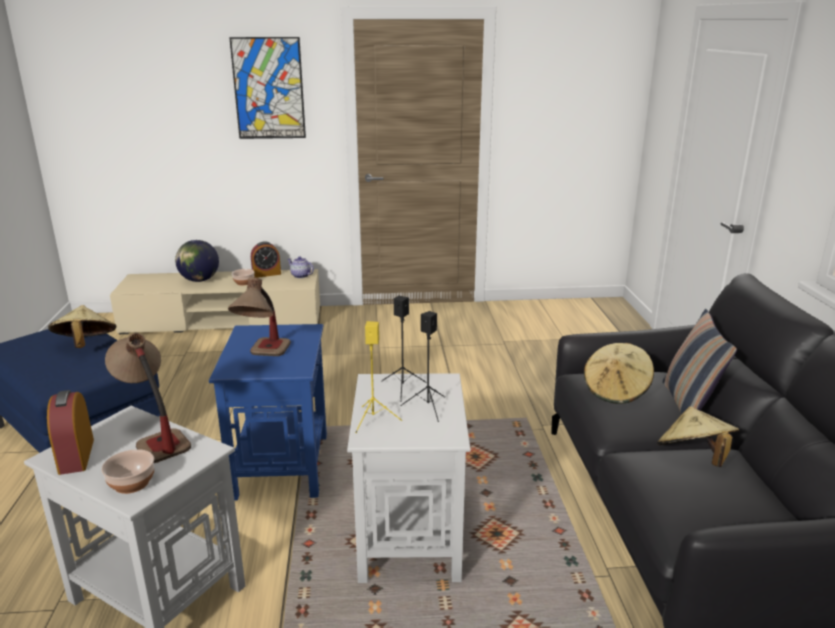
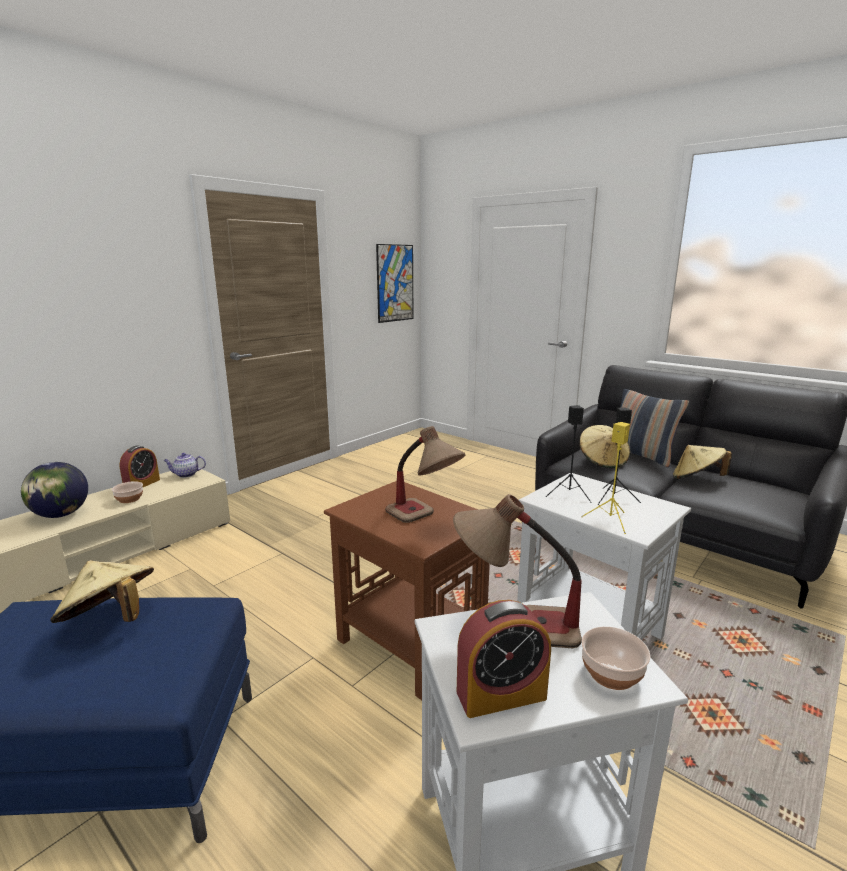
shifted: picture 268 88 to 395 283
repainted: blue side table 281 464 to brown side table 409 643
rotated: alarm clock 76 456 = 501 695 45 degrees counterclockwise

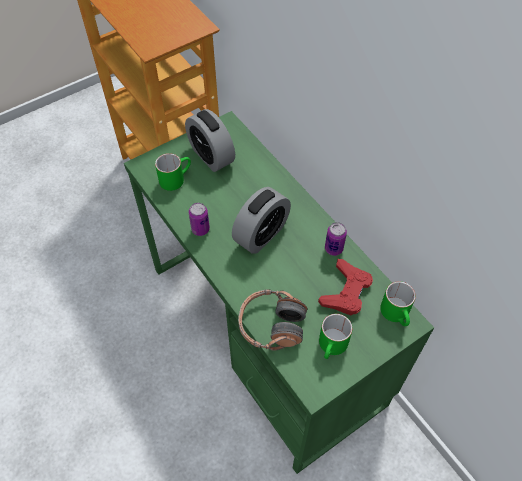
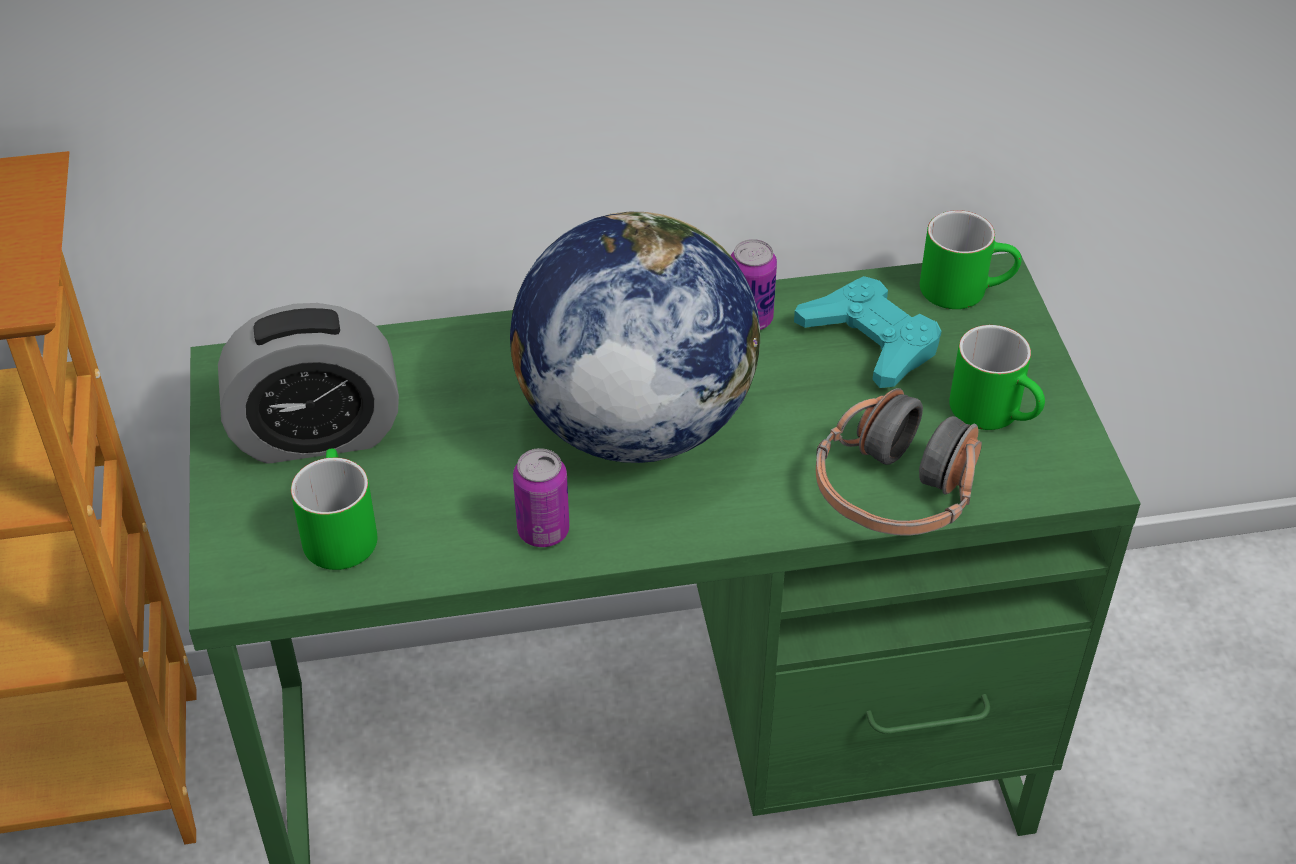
swapped: alarm clock 261 234 to globe 633 423
repainted: red game controller 346 291 to turquoise game controller 870 341

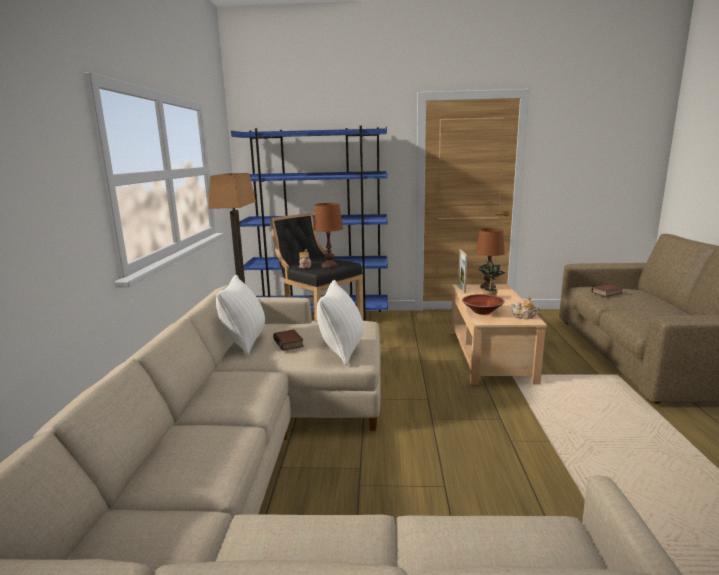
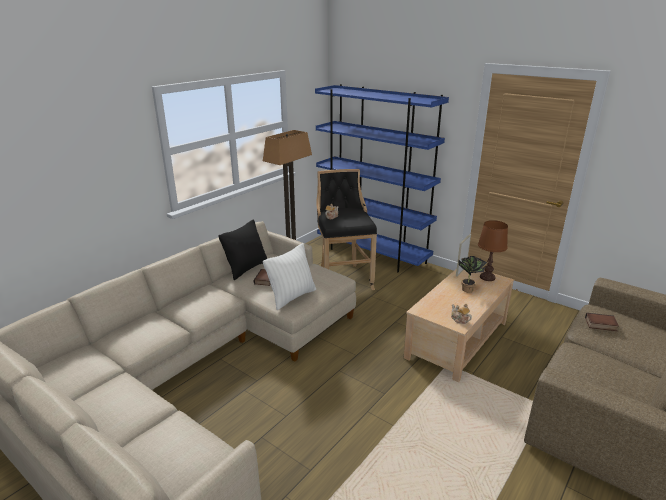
gone: brown table lamp 329 266; brown bowl 482 312
repainted: white pillow 245 342 to black pillow 246 268

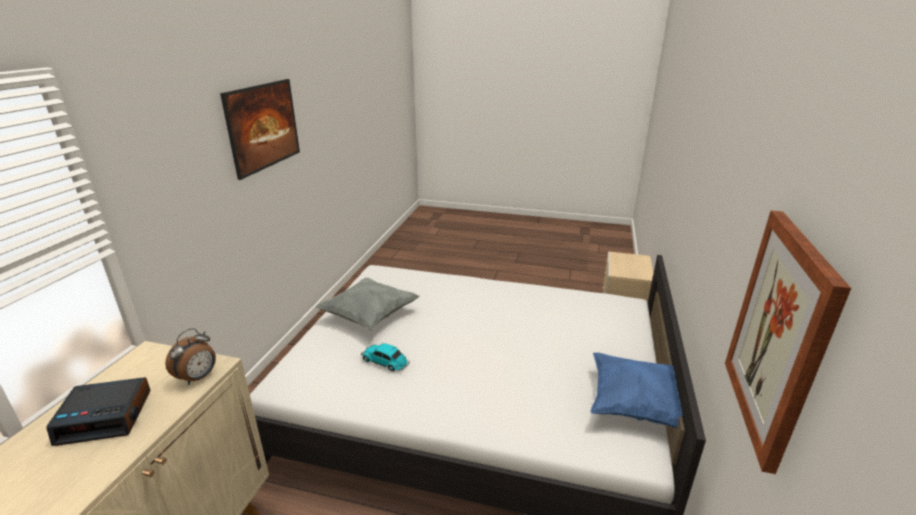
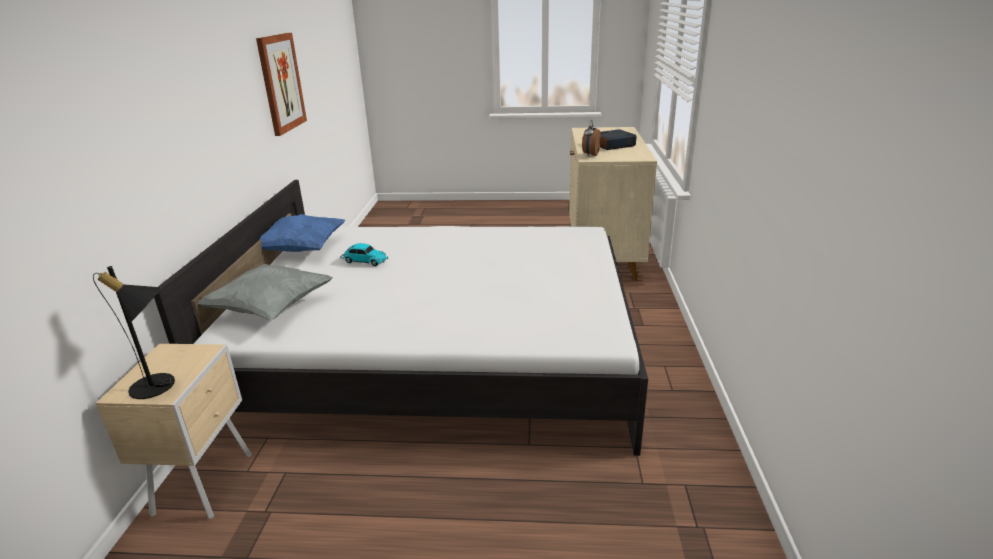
gone: picture 267 145
new: black table lamp 159 387
shifted: grey pillow 369 316 to 271 309; toy car 385 362 to 364 261

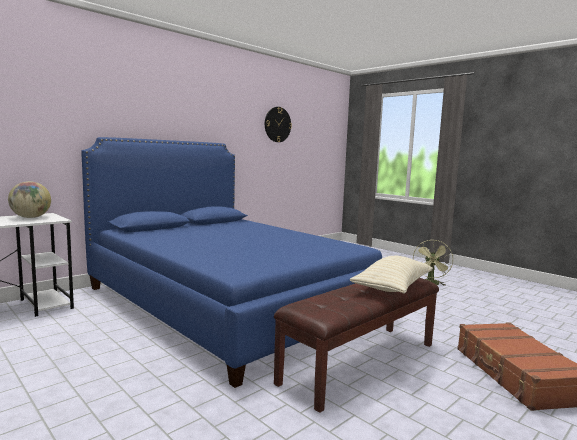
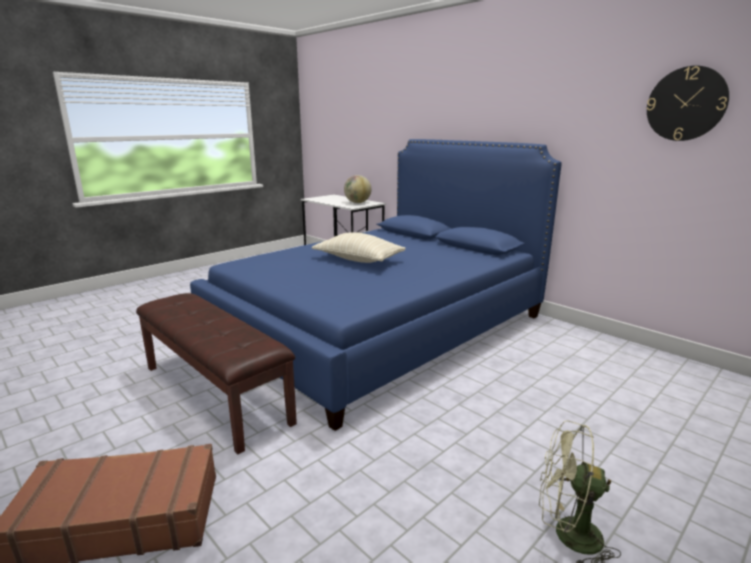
shifted: beige pillow 392 288 to 358 260

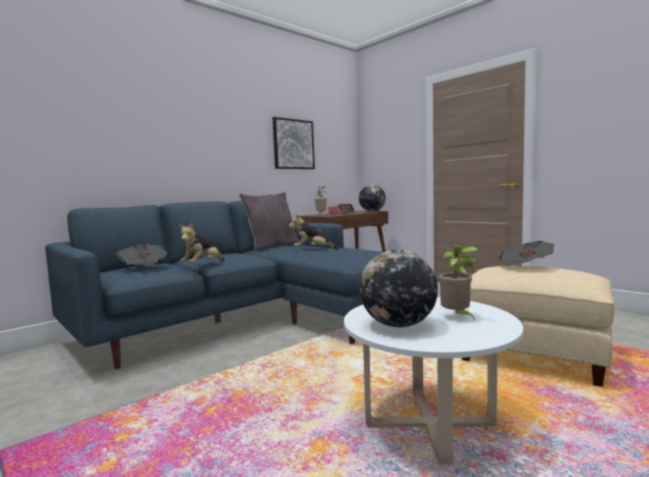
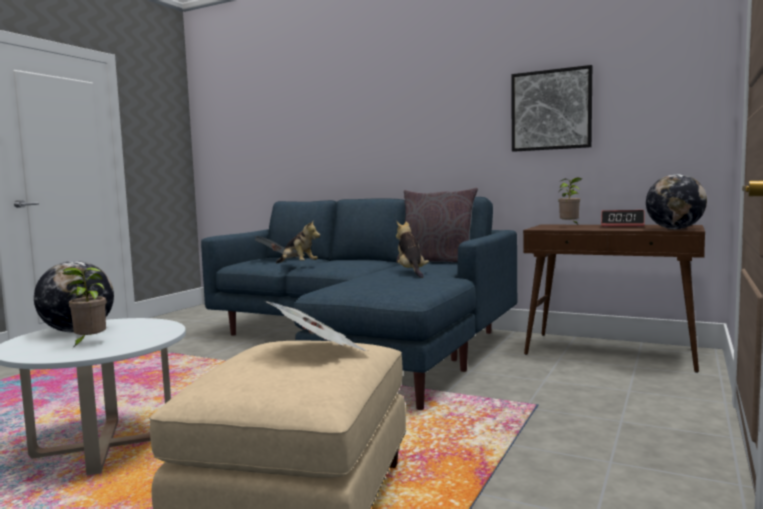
rotated: plush toy 202 265 = 297 265 150 degrees counterclockwise

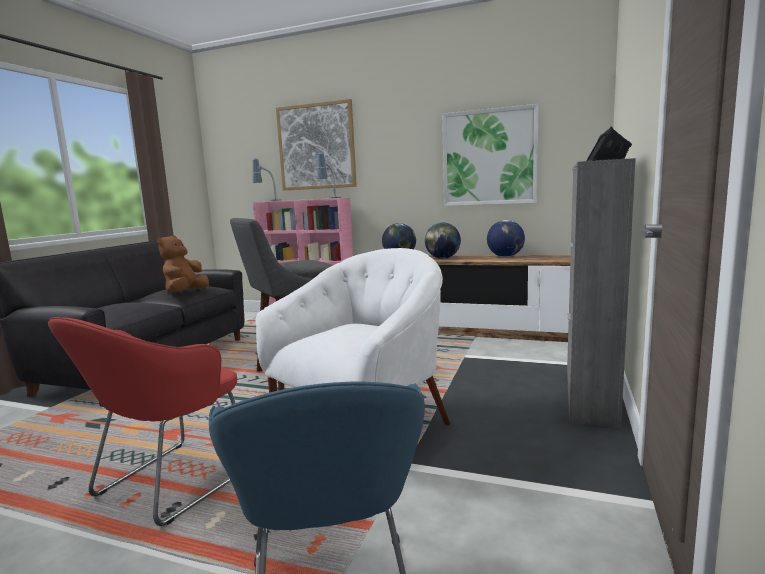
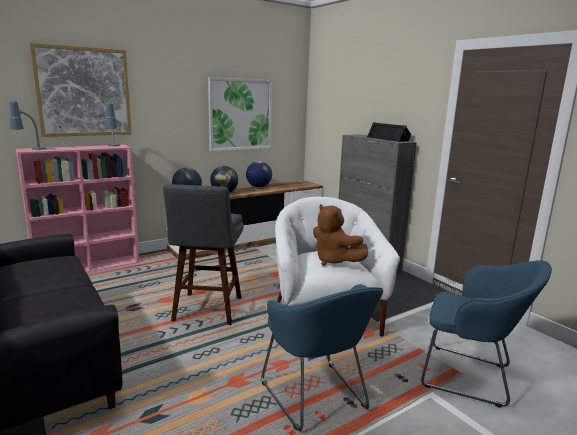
shifted: brown plush toy 185 293 to 334 261
repainted: red armchair 168 485 to blue armchair 316 398

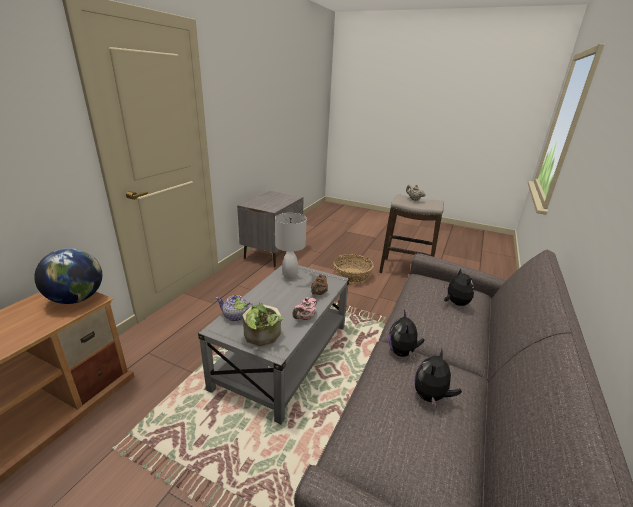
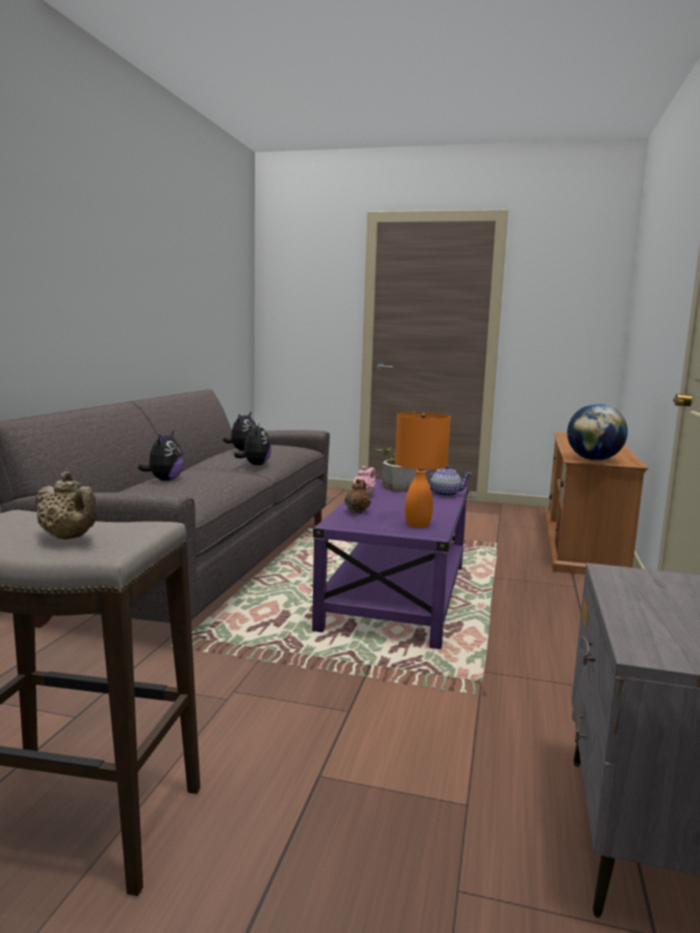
gone: basket 352 275
repainted: grey coffee table 283 355 to purple coffee table 396 596; white table lamp 290 276 to orange table lamp 418 524
rotated: plush toy 455 303 = 164 480 150 degrees counterclockwise

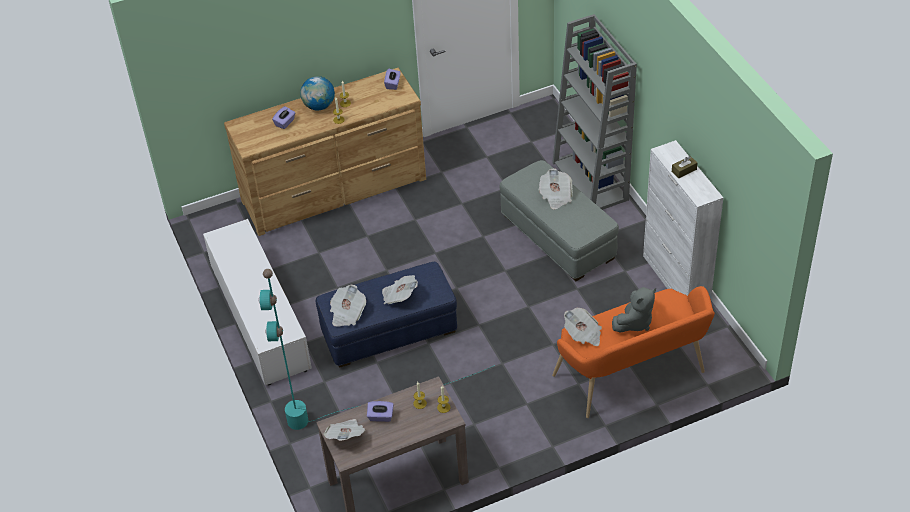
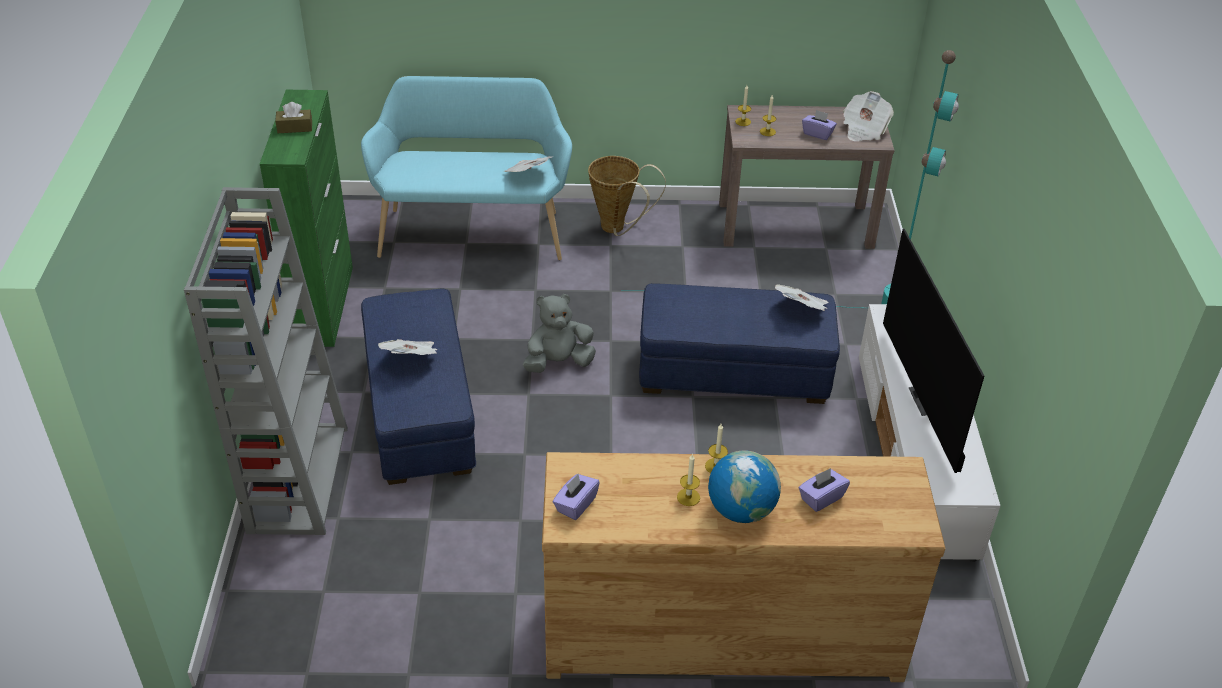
gone: newspaper 399 296
new: basket 617 229; television 928 400
shifted: grey plush toy 634 322 to 558 362
repainted: grey ottoman 558 237 to blue ottoman 419 412; orange bench 633 378 to turquoise bench 473 230; white cabinet 676 280 to green cabinet 324 305

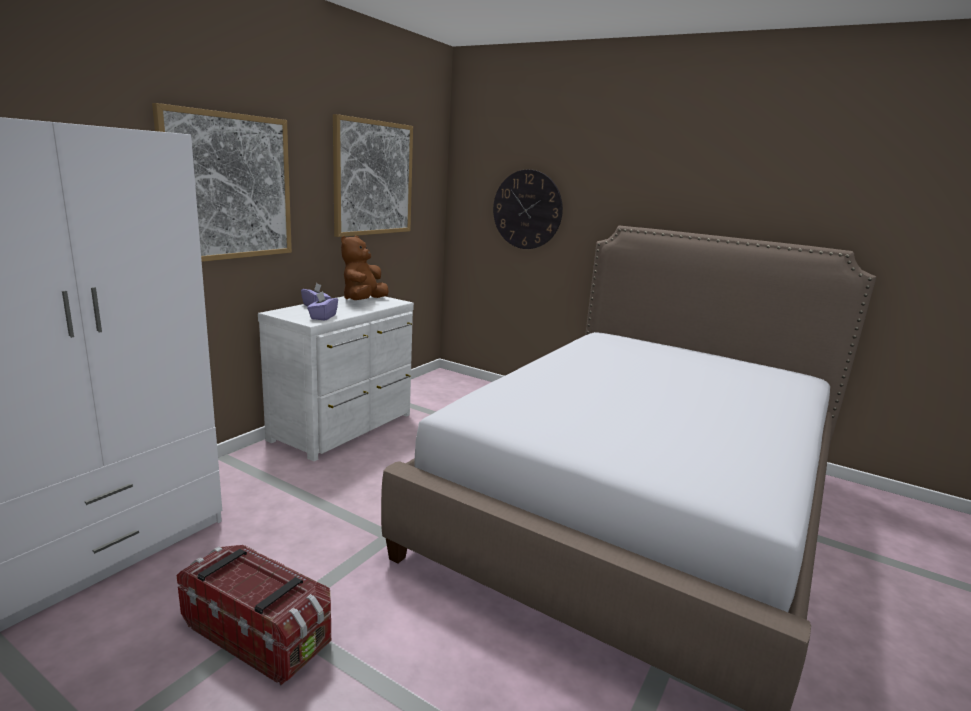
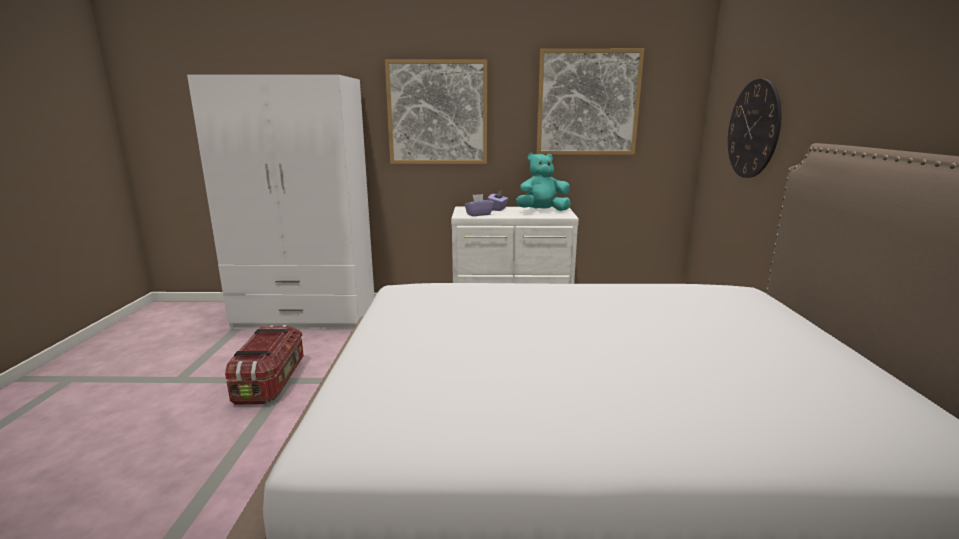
repainted: brown plush toy 363 301 to turquoise plush toy 542 211

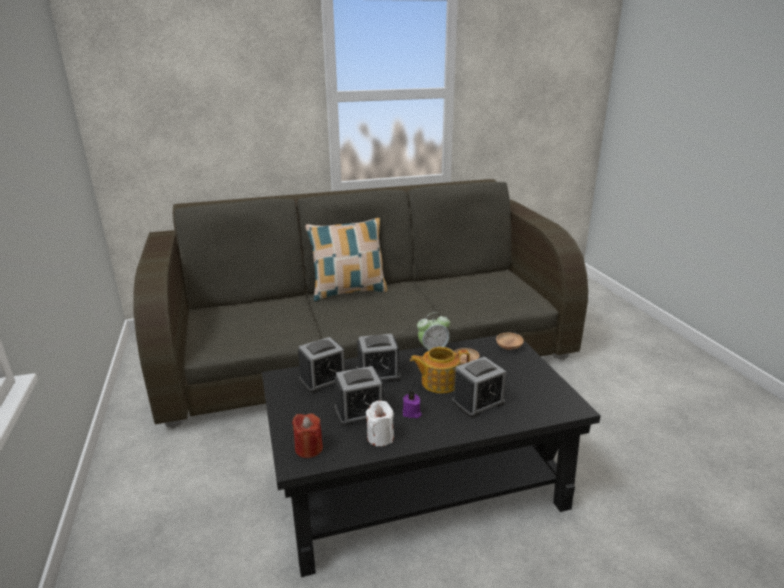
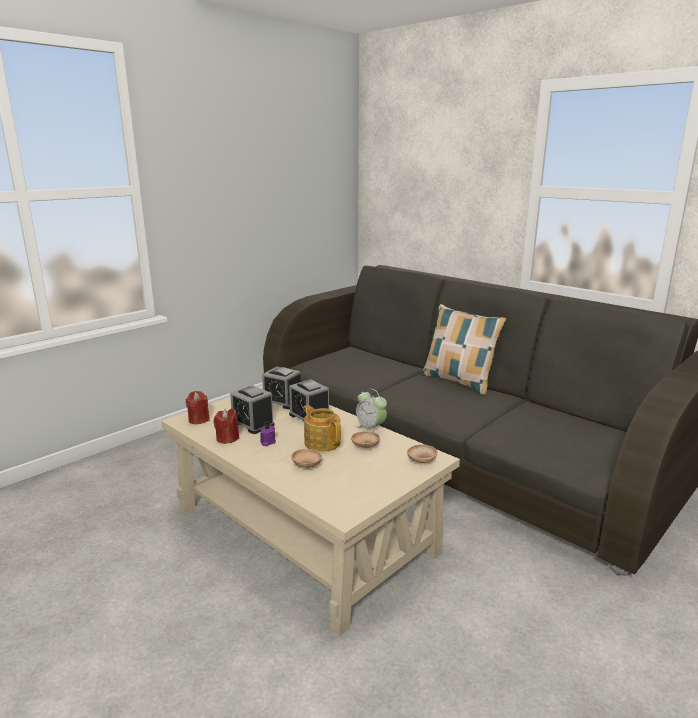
swapped: alarm clock 478 403 to brown bowl 306 465
repainted: black coffee table 419 482 to beige coffee table 305 530; white candle 380 437 to red candle 227 438

